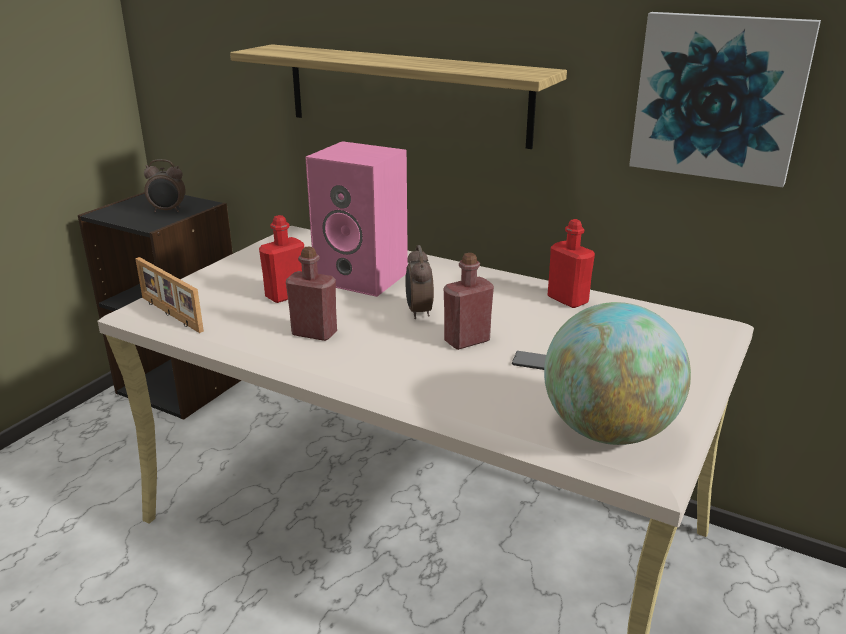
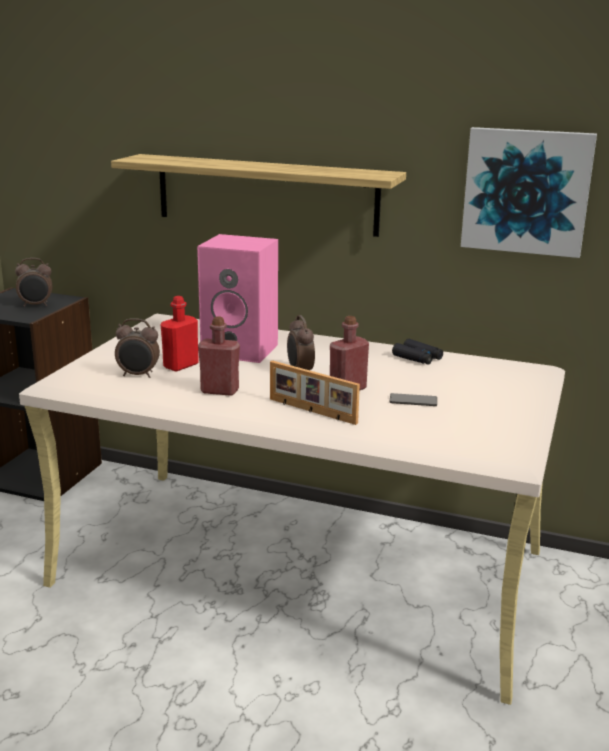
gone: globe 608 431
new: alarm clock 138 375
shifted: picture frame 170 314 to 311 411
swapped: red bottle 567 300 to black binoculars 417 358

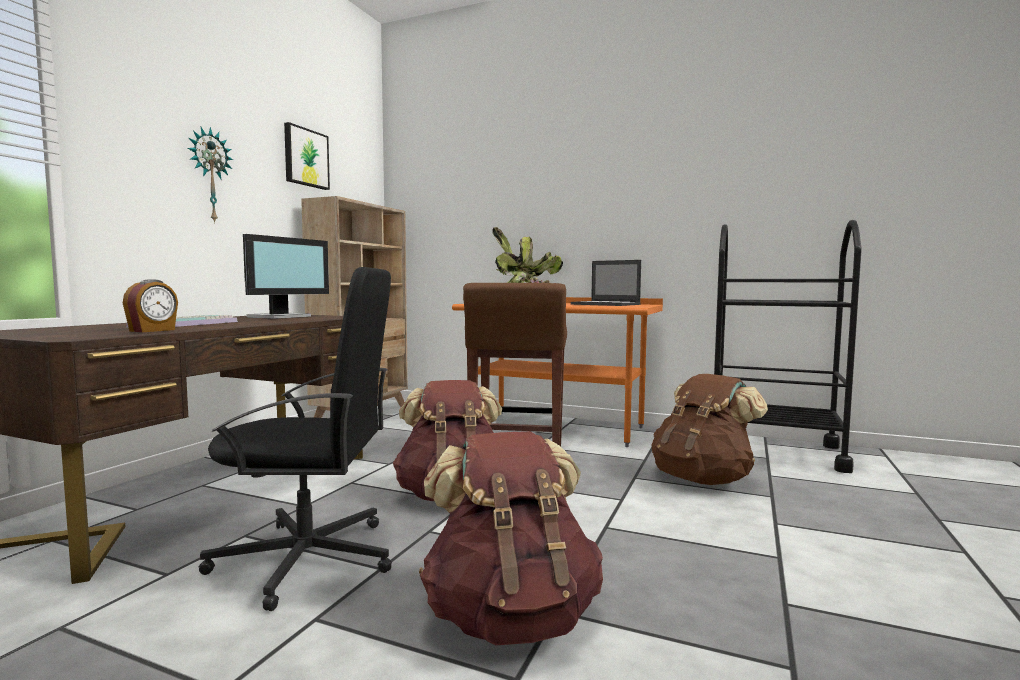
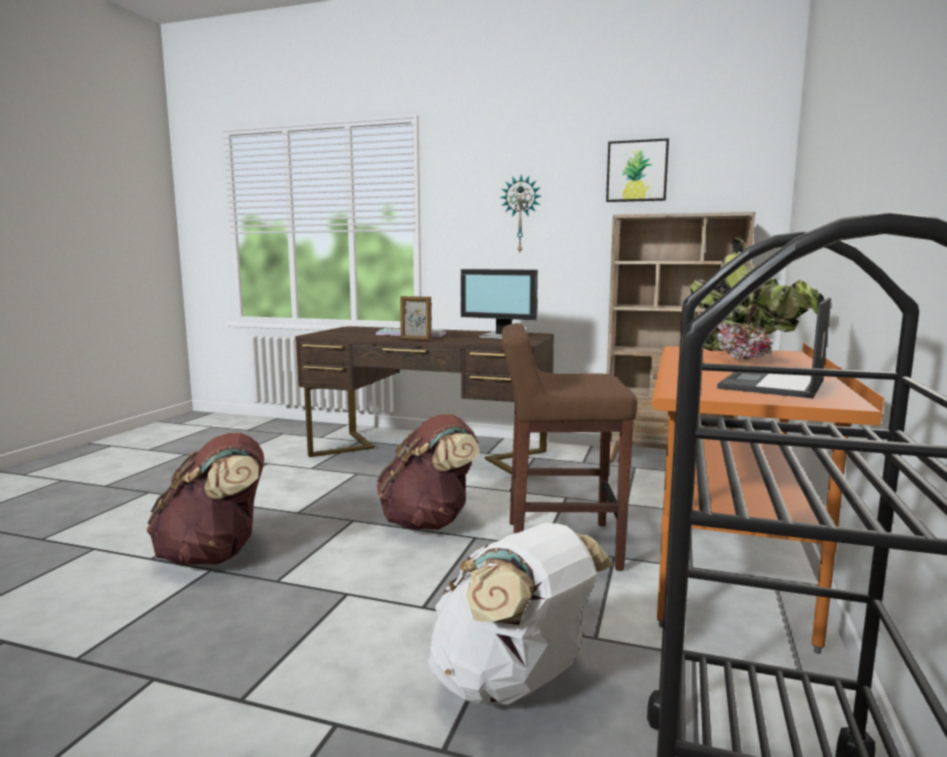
gone: alarm clock 153 330; black office chair 309 559
new: picture frame 415 340
repainted: brown backpack 702 479 to white backpack 512 684

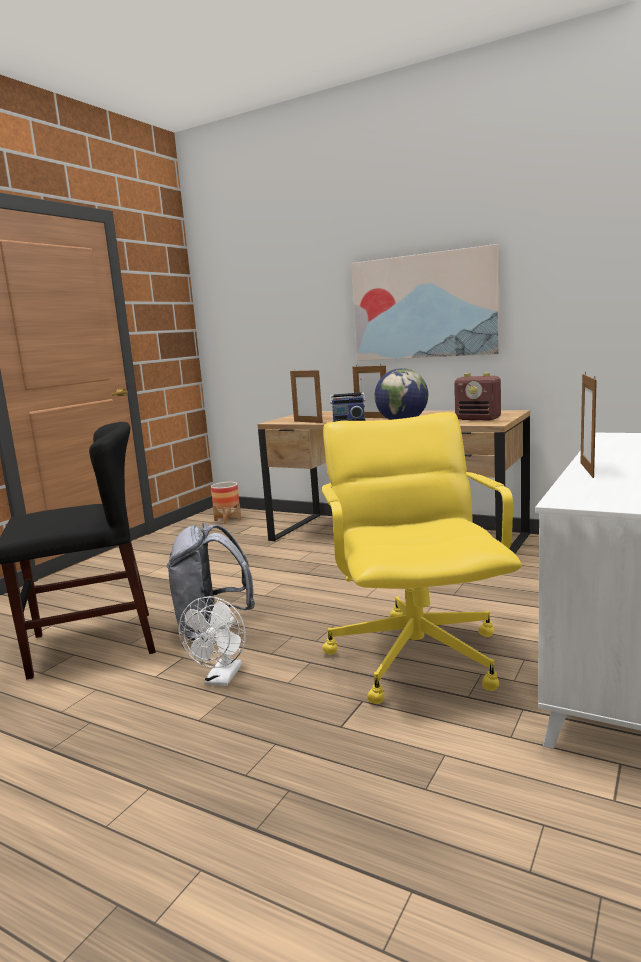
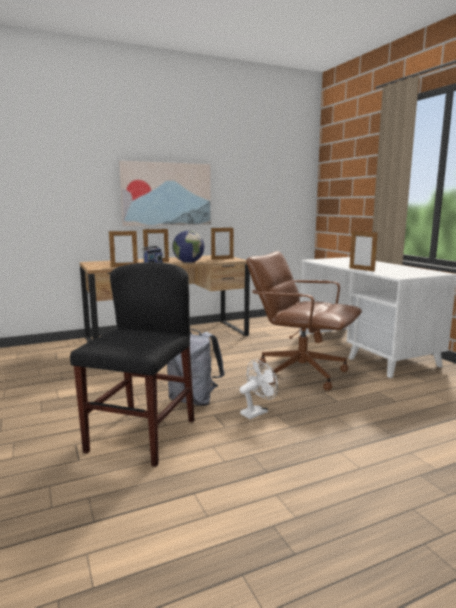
gone: planter 228 520
swapped: radio 478 419 to picture frame 222 259
repainted: yellow office chair 417 656 to brown office chair 300 372
rotated: white fan 221 679 = 257 412 90 degrees counterclockwise

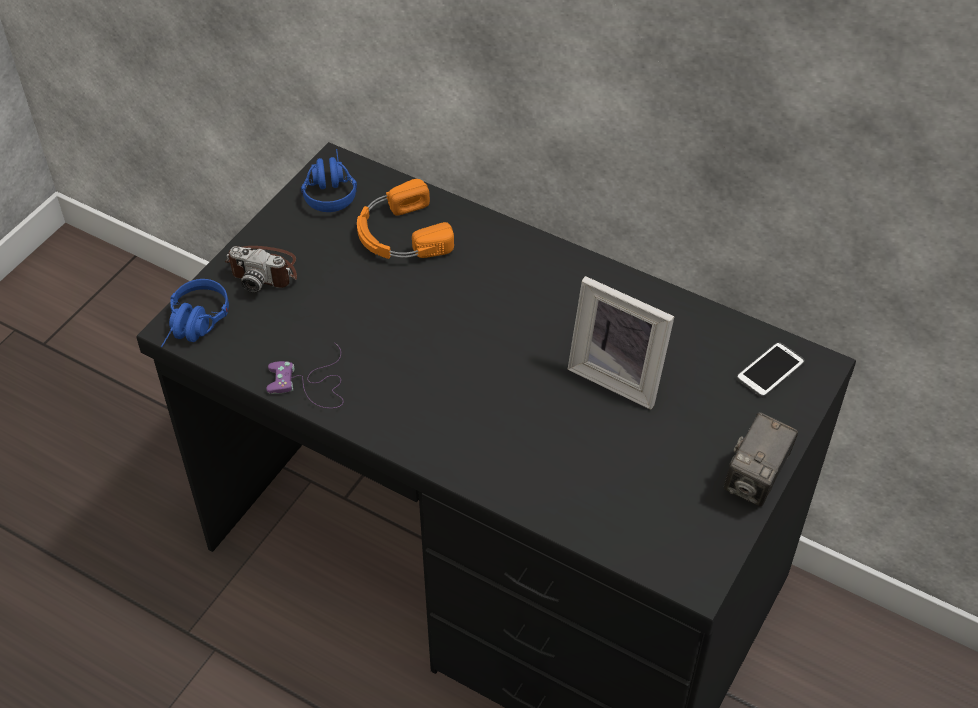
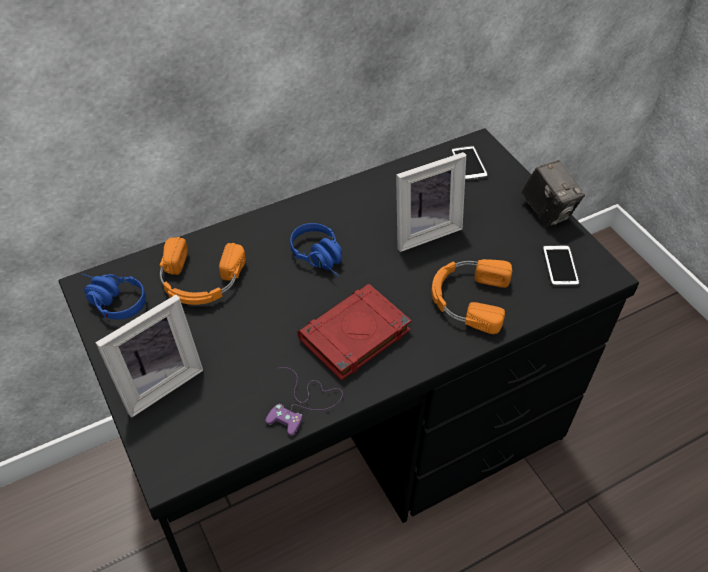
new: red book 354 336; orange headphones 468 298; phone 560 266
shifted: blue headphones 195 326 to 322 258
swapped: photo camera 264 270 to picture frame 158 381

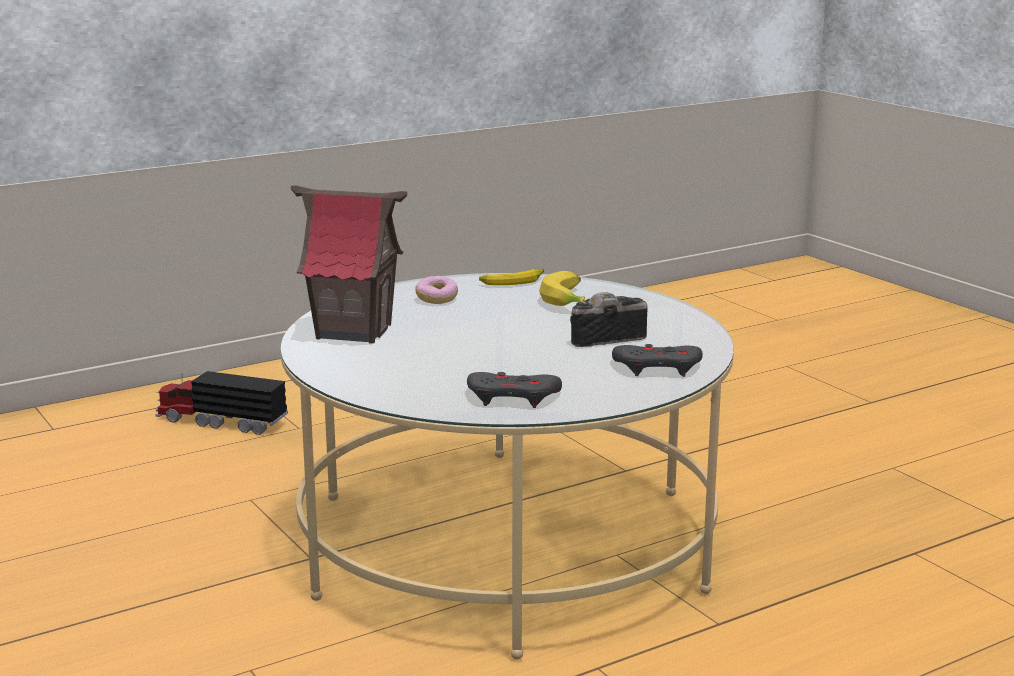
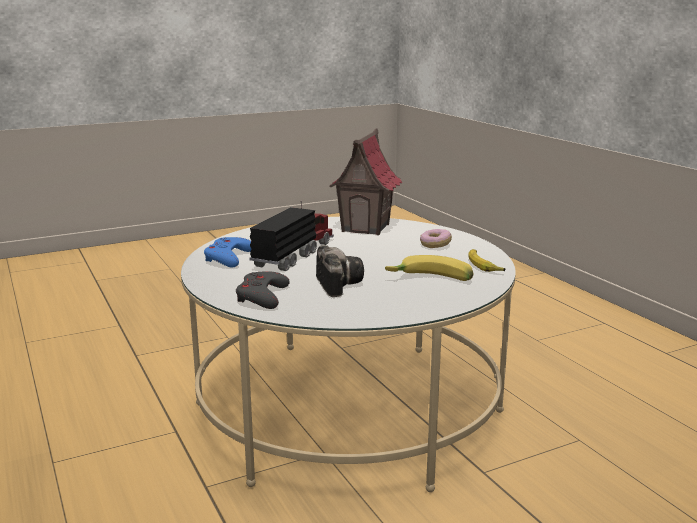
shifted: toy truck 220 421 to 295 253
repainted: grey game controller 513 397 to blue game controller 228 258

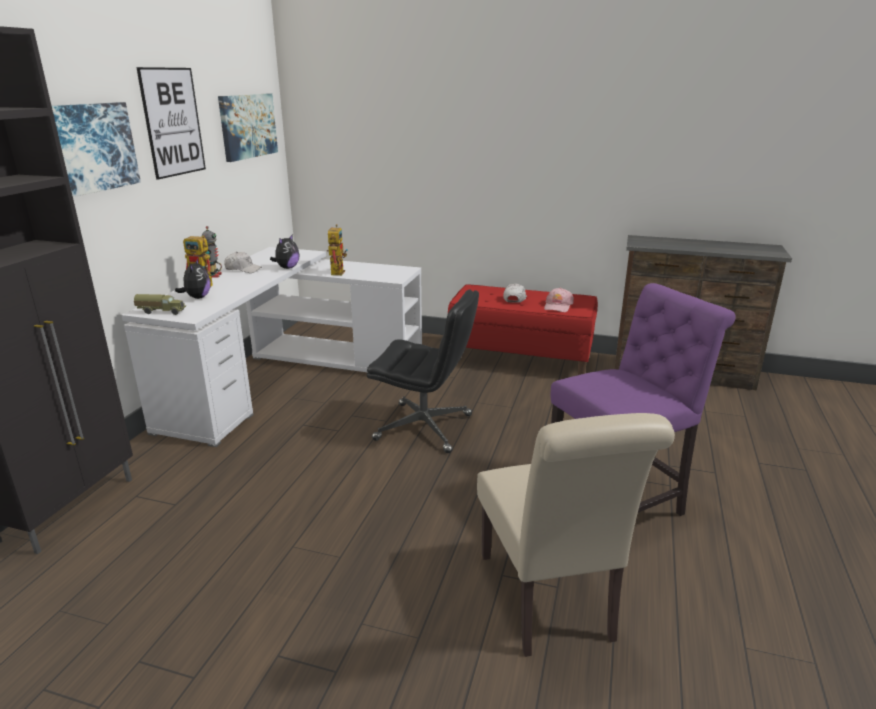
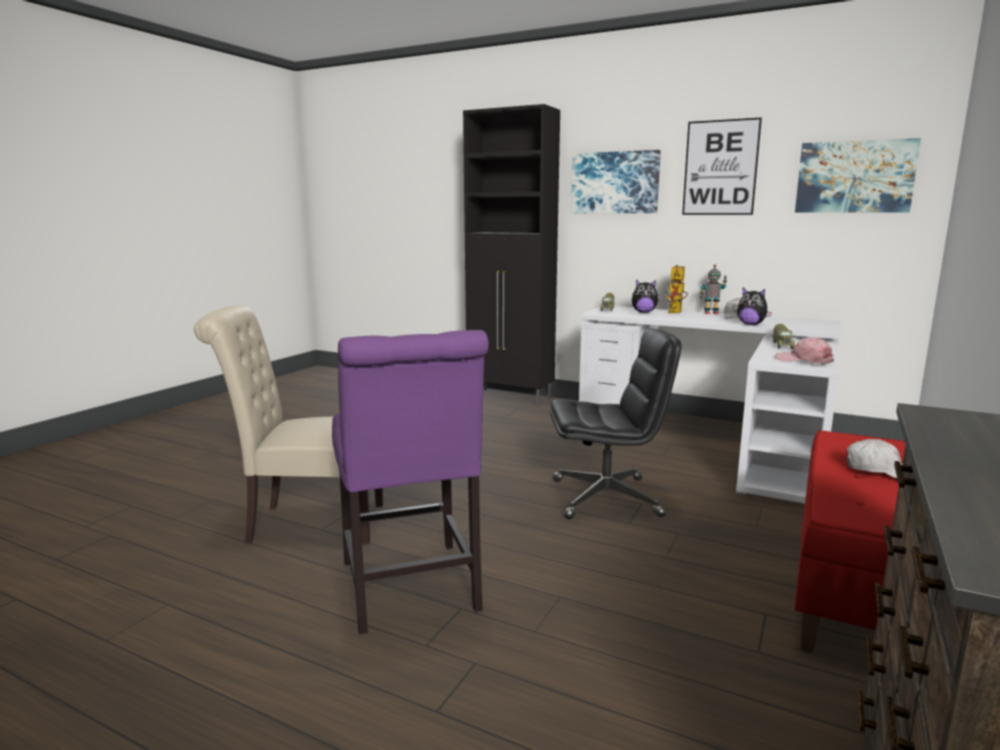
shifted: pink cap 558 306 to 804 360
swapped: toy robot 337 271 to toy truck 782 345
rotated: black office chair 425 427 = 607 497 120 degrees counterclockwise

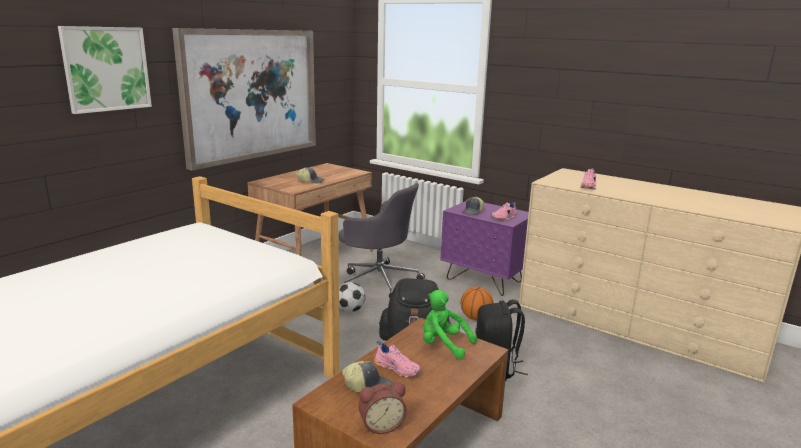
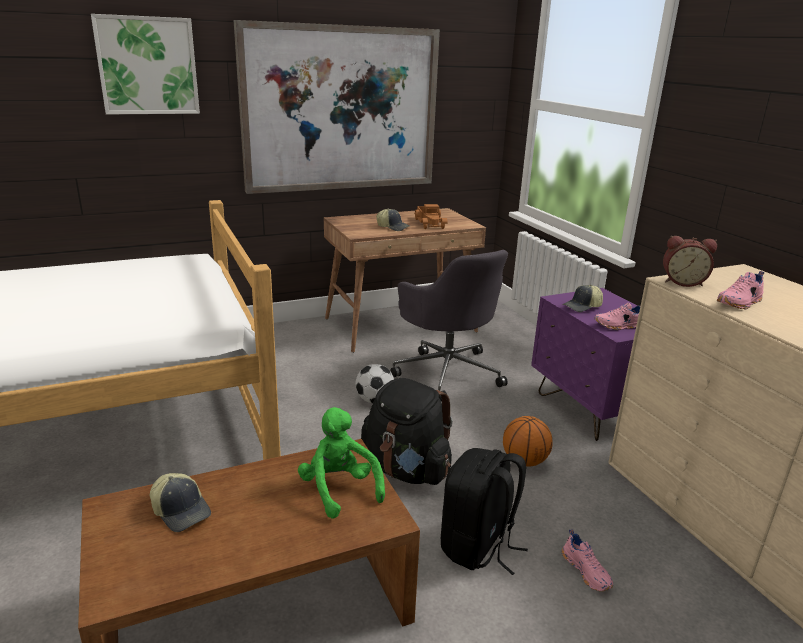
new: toy truck 430 223
shifted: alarm clock 381 425 to 682 282; pink shoe 398 368 to 587 571

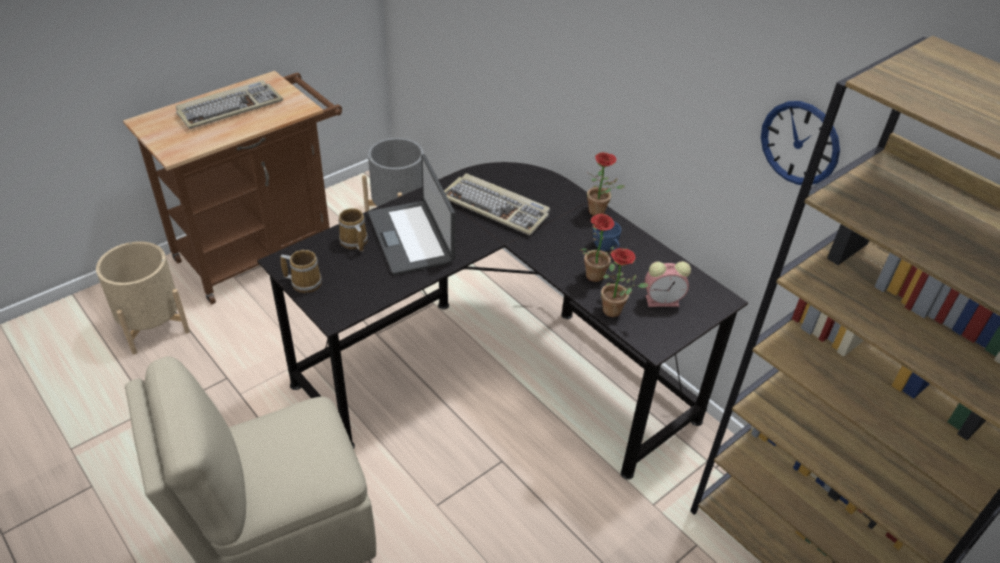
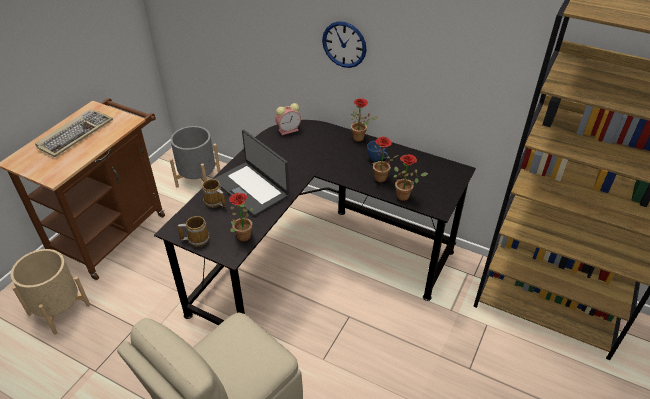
gone: keyboard 496 207
new: potted plant 241 235
shifted: alarm clock 663 300 to 289 130; wall clock 799 143 to 344 44

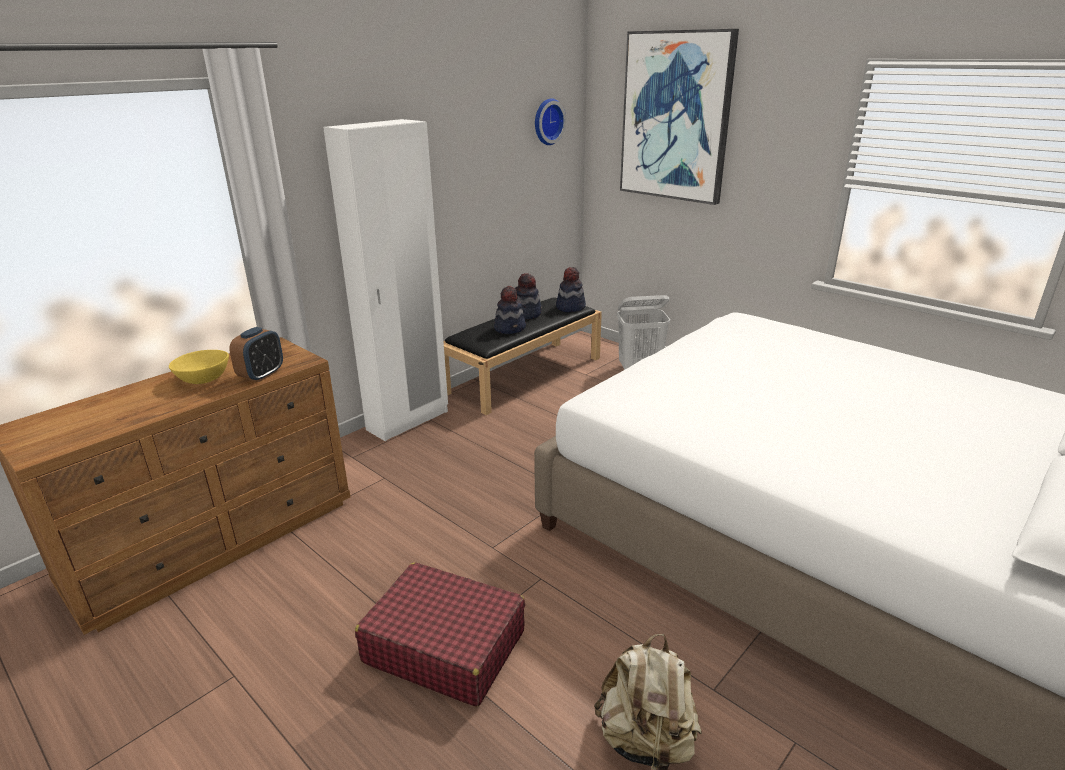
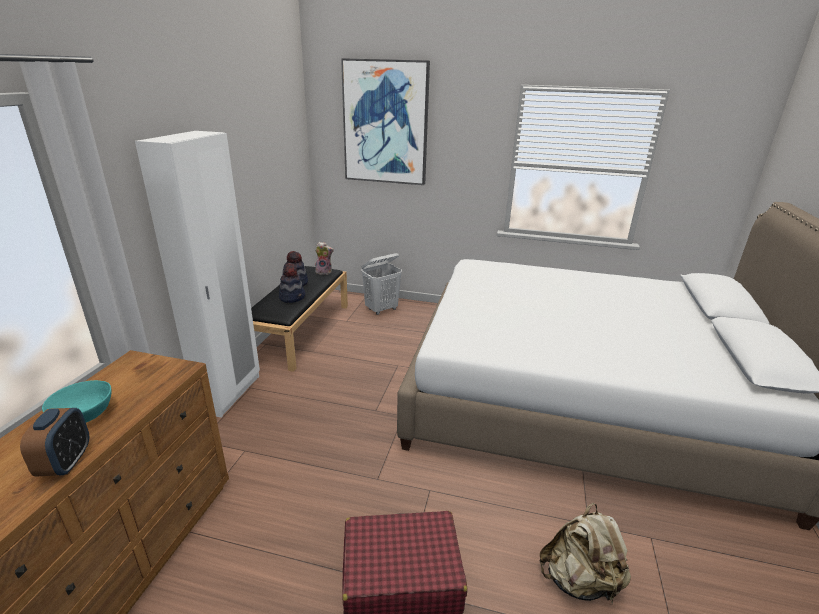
gone: wall clock 547 121
shifted: alarm clock 261 375 to 66 463
swapped: hat 570 307 to plush toy 324 272
repainted: yellow bowl 203 379 to turquoise bowl 83 415

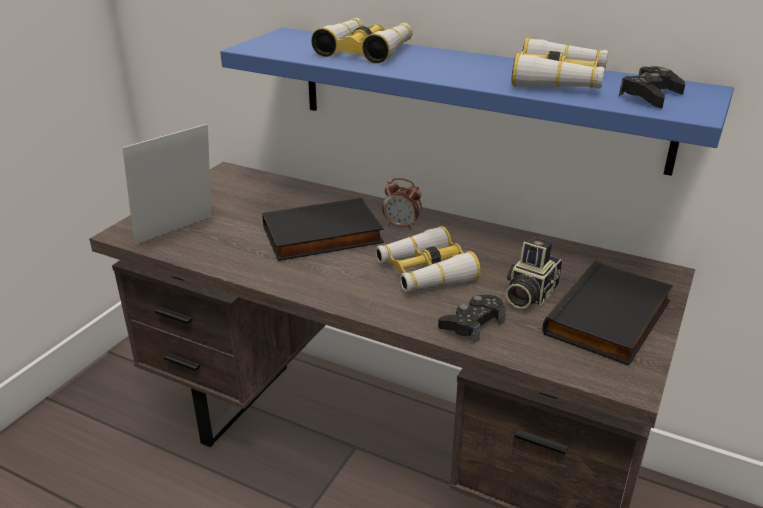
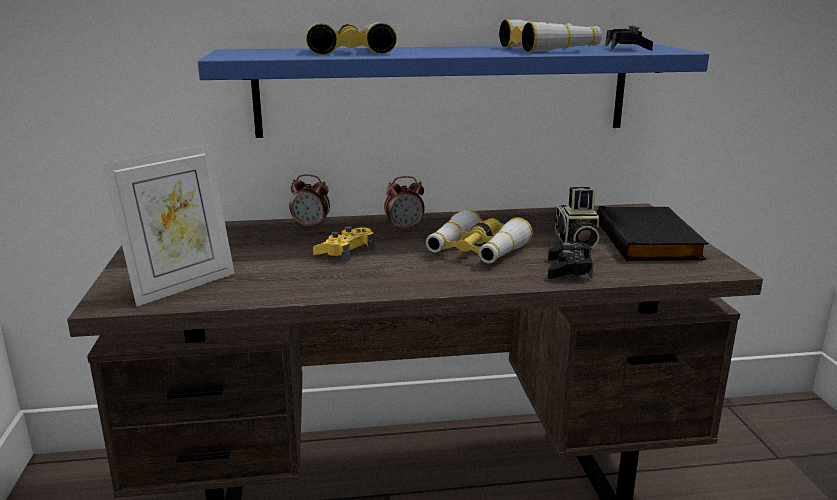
new: alarm clock 311 226
swapped: black book 322 237 to yellow game controller 345 251
rotated: picture frame 178 233 = 182 286 150 degrees counterclockwise

